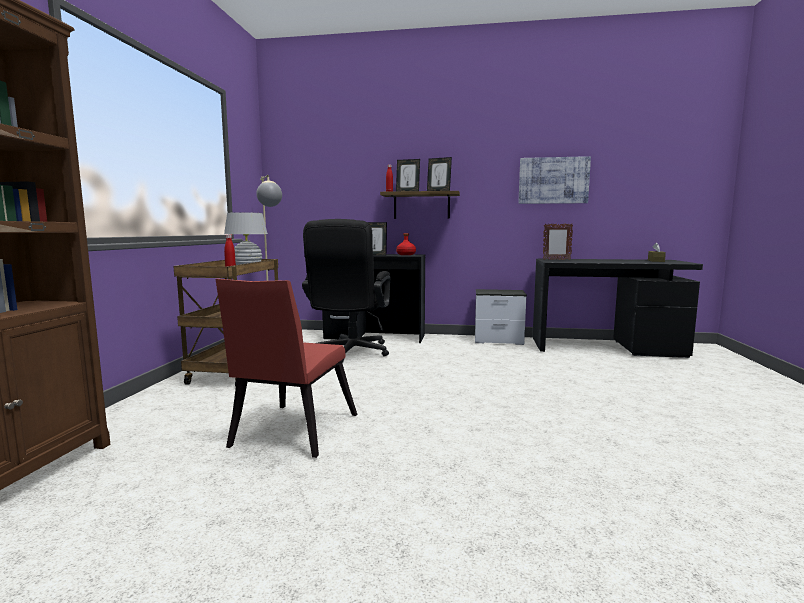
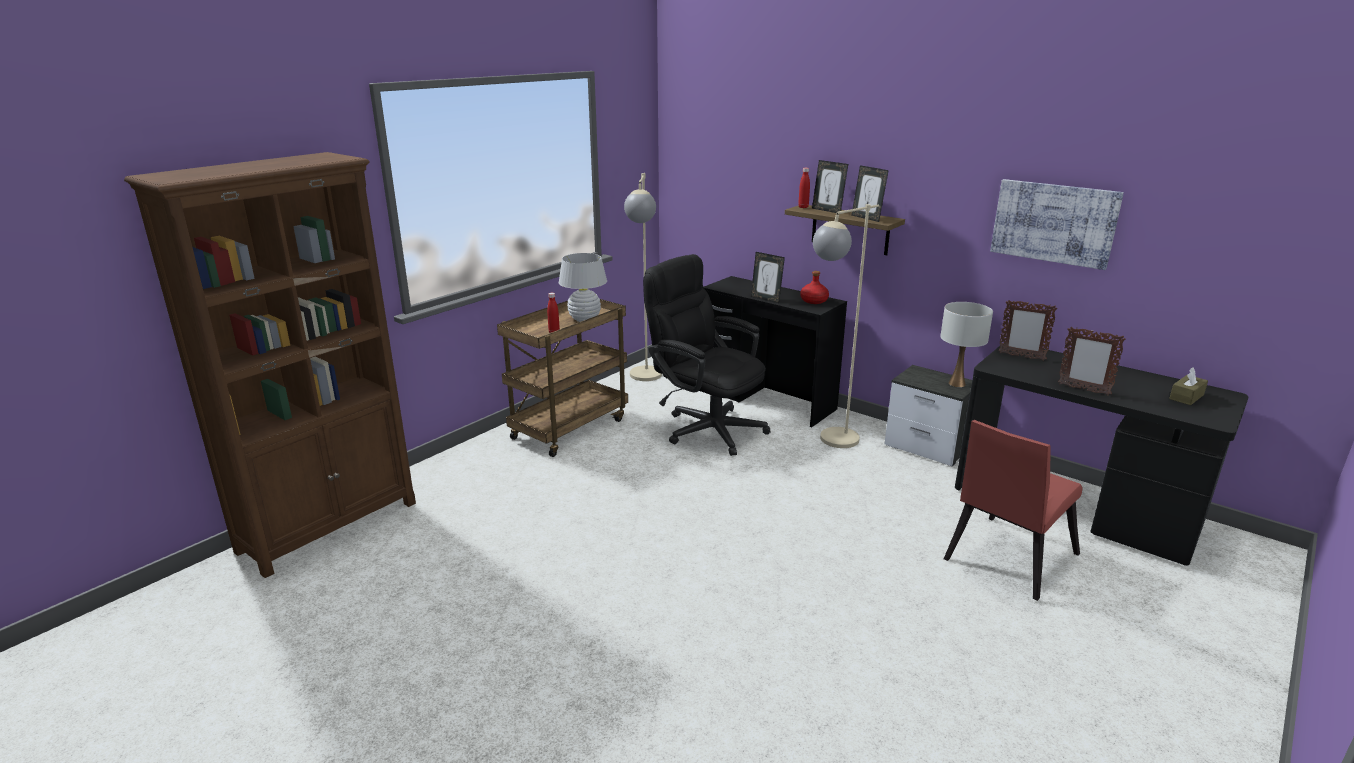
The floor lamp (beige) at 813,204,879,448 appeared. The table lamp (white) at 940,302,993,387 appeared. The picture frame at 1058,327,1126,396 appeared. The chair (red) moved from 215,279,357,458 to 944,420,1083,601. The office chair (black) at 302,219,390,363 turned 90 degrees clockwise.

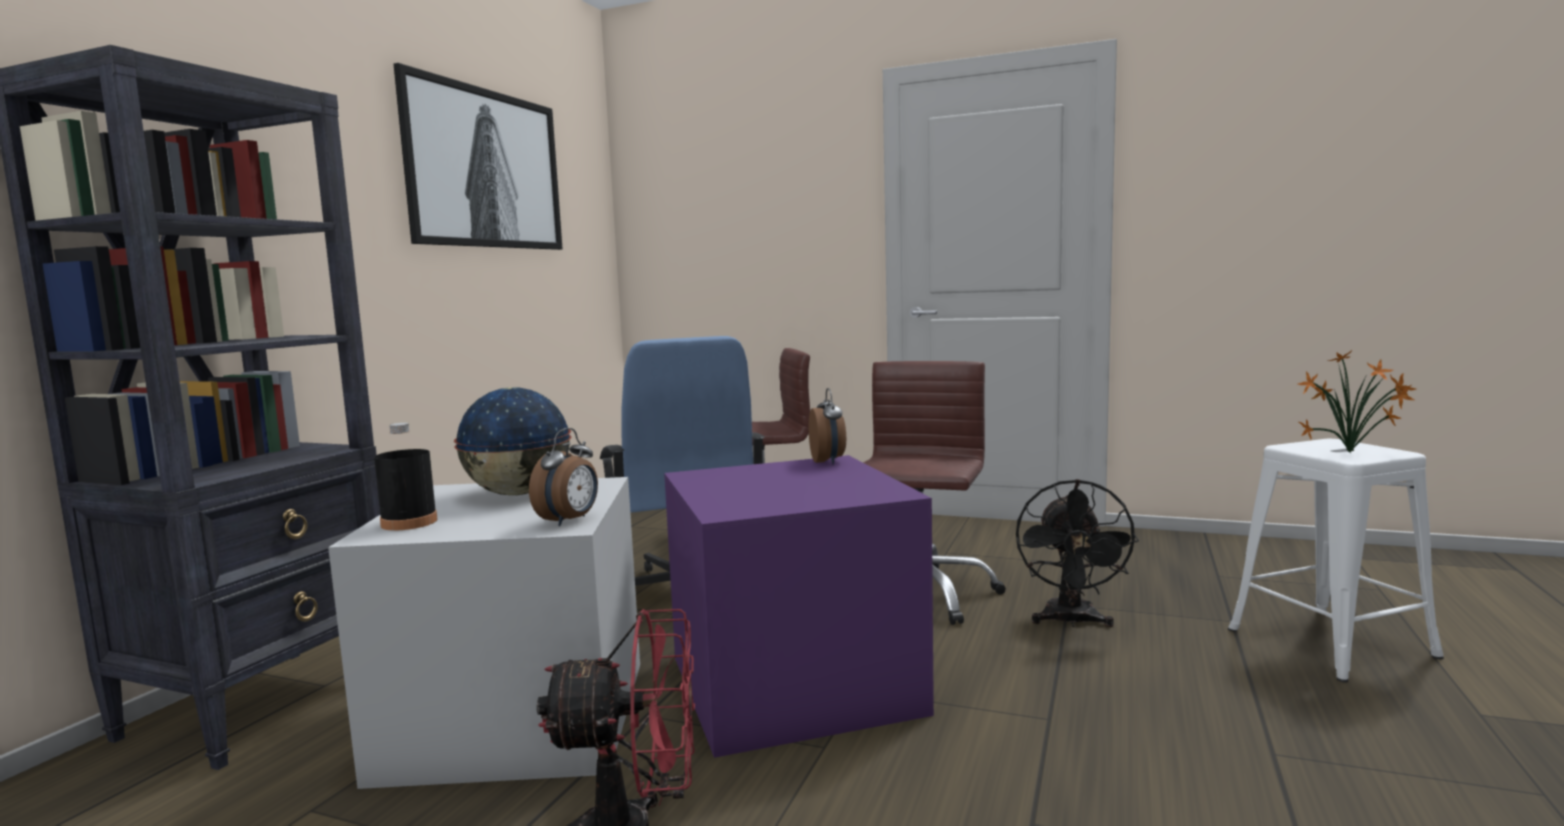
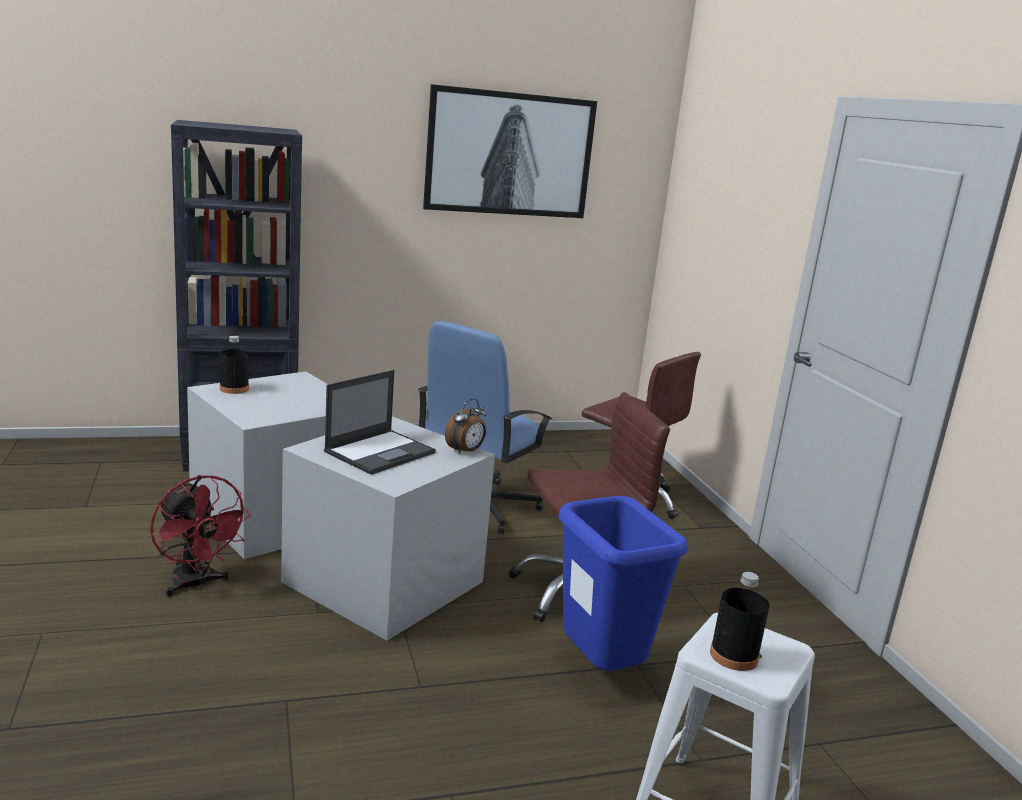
The globe at 454,387,572,495 disappeared. The alarm clock at 529,428,598,526 disappeared. The laptop at 324,370,436,475 appeared. The fan (black) at 1016,479,1139,627 was replaced by the trash can (blue) at 558,496,688,671. The potted plant at 1298,350,1416,453 was replaced by the bottle (black) at 710,572,770,671. The storage box (purple) at 664,455,934,758 became the storage box (grey) at 281,417,495,641.

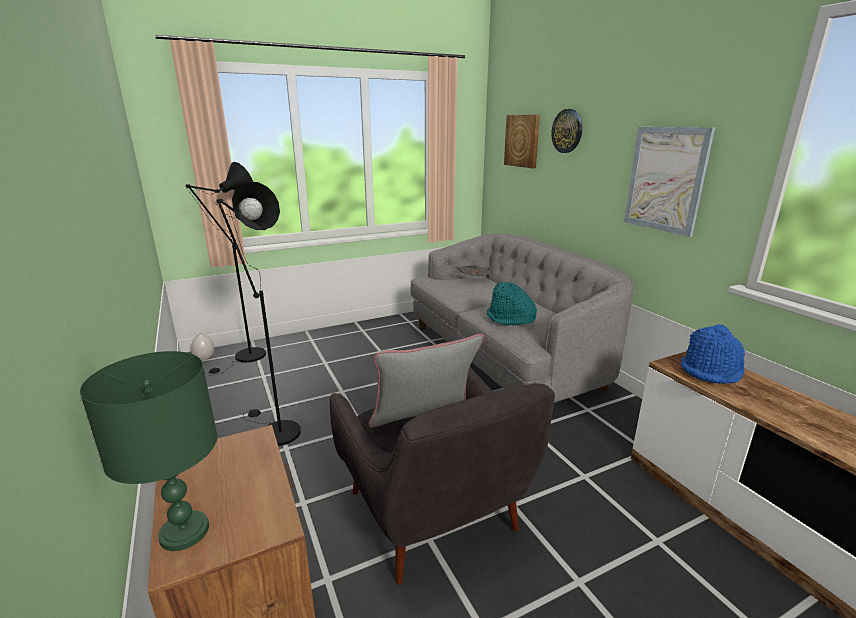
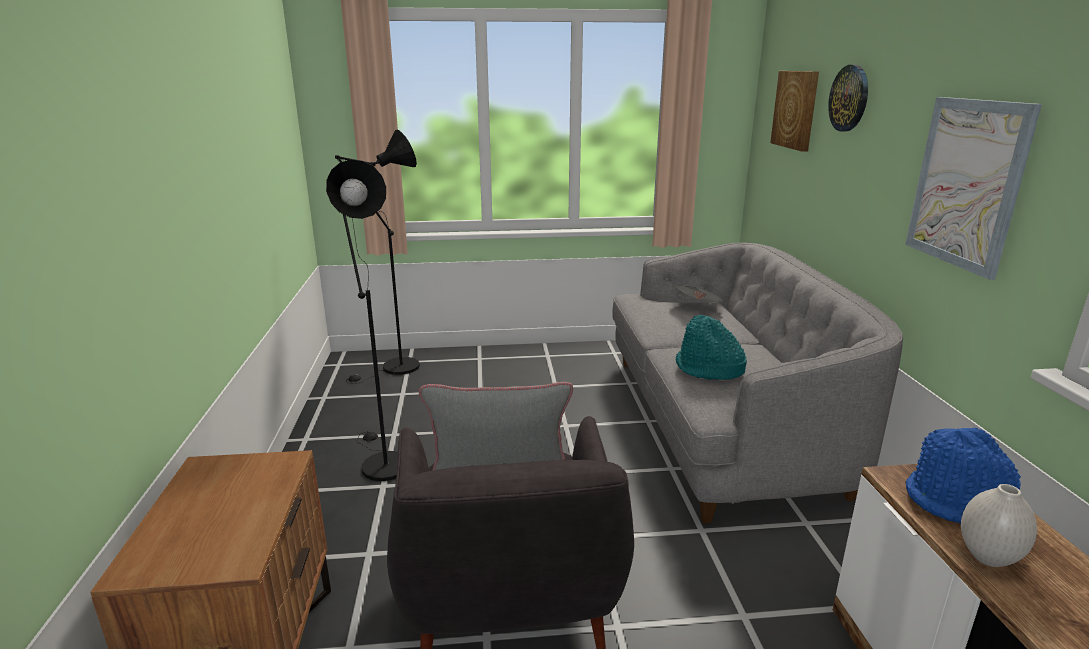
The table lamp (green) at 80,351,218,551 disappeared. The vase (white) moved from 192,332,214,360 to 961,484,1037,567.

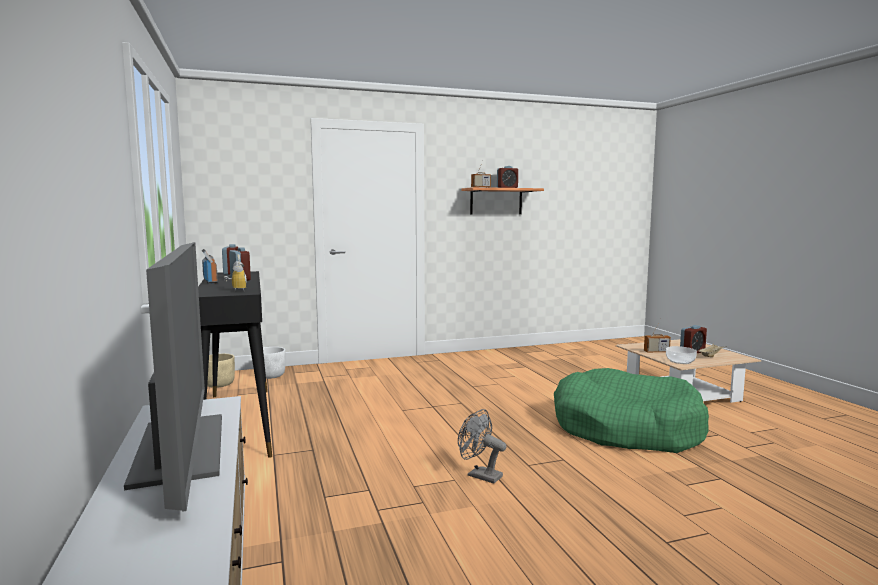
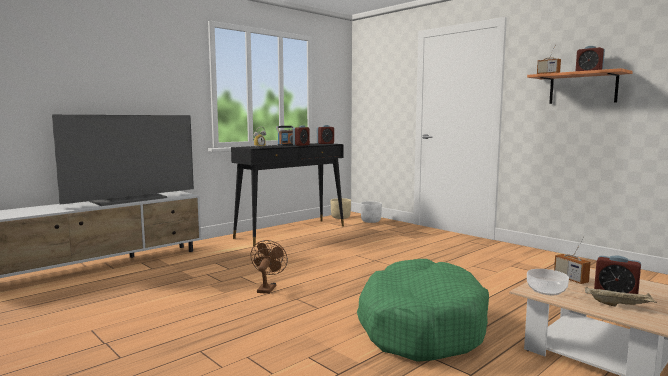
The fan (grey) at 458,409,507,484 became the fan (brown) at 250,240,288,294.

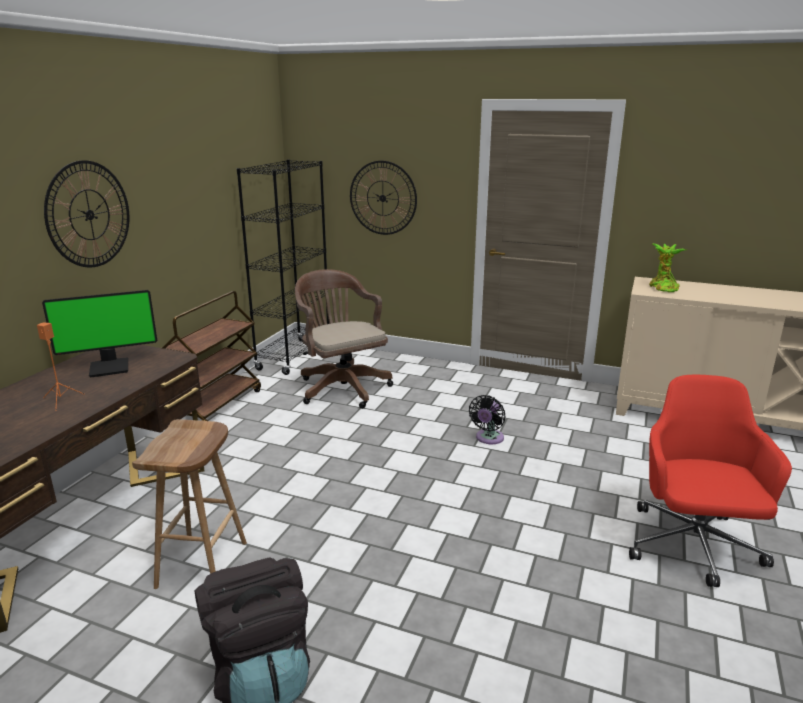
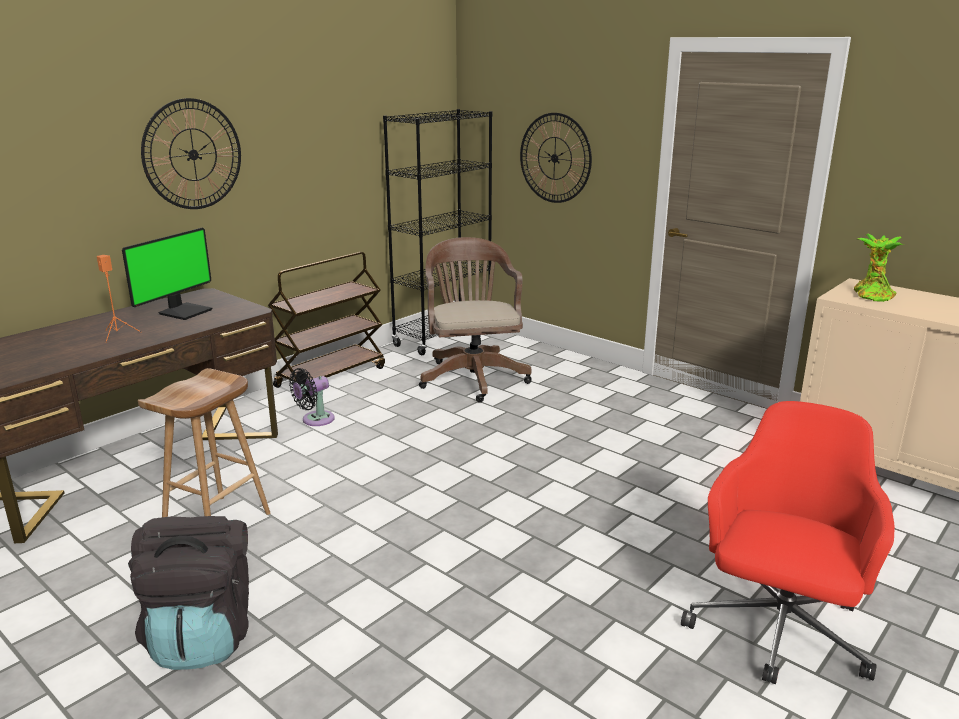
The fan (black) moved from 469,395,506,444 to 289,368,335,426. The monitor at 42,290,157,378 turned 60 degrees counterclockwise.

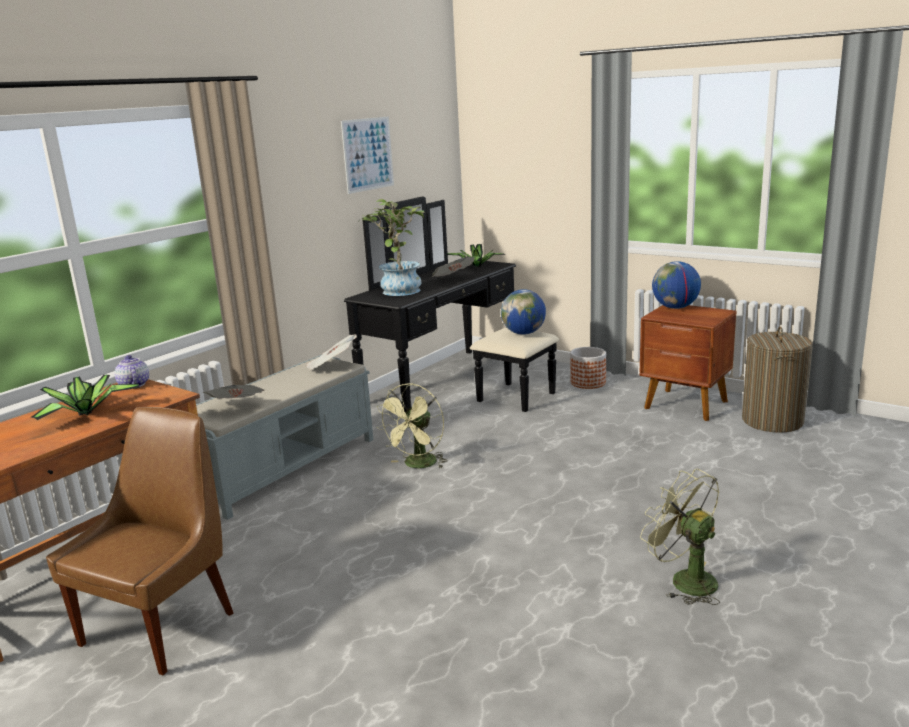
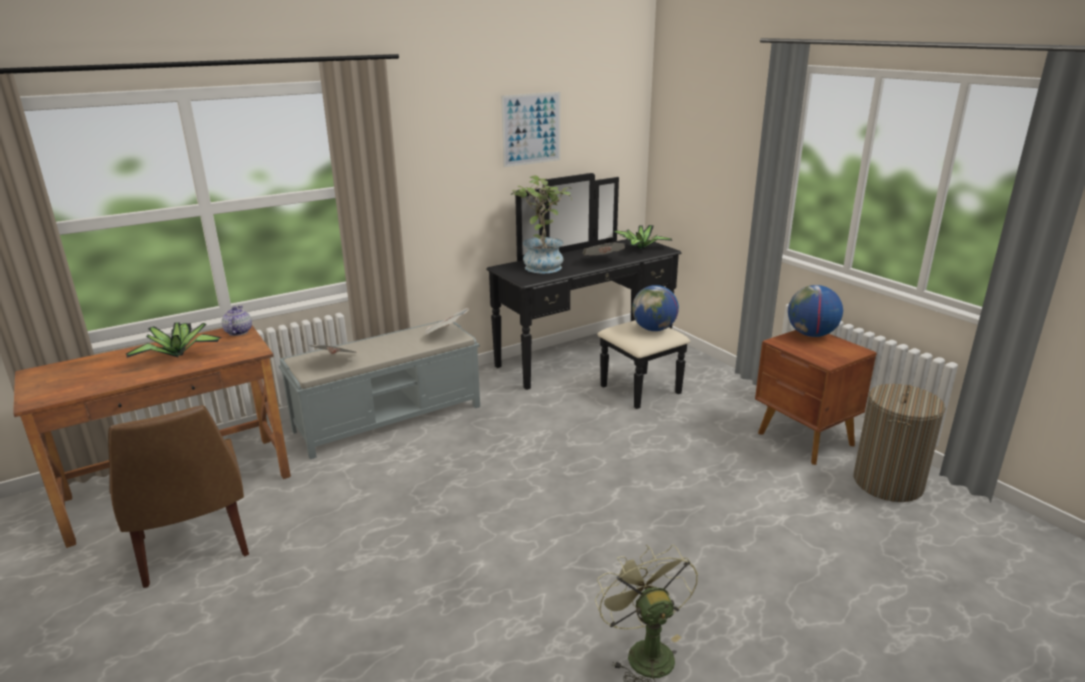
The fan (green) at 376,383,448,468 disappeared. The planter at 570,347,606,389 disappeared. The chair (brown) at 46,407,233,675 turned 105 degrees clockwise.

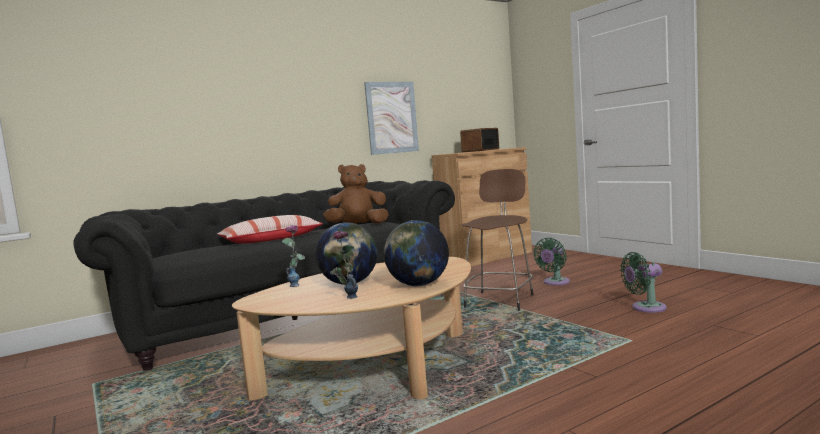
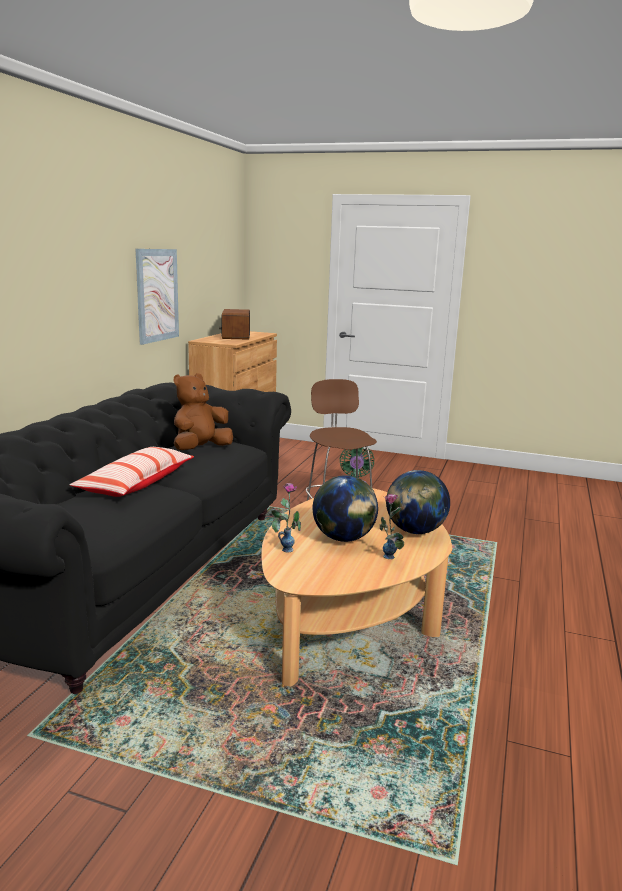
The fan (green) at 620,252,667,313 disappeared.

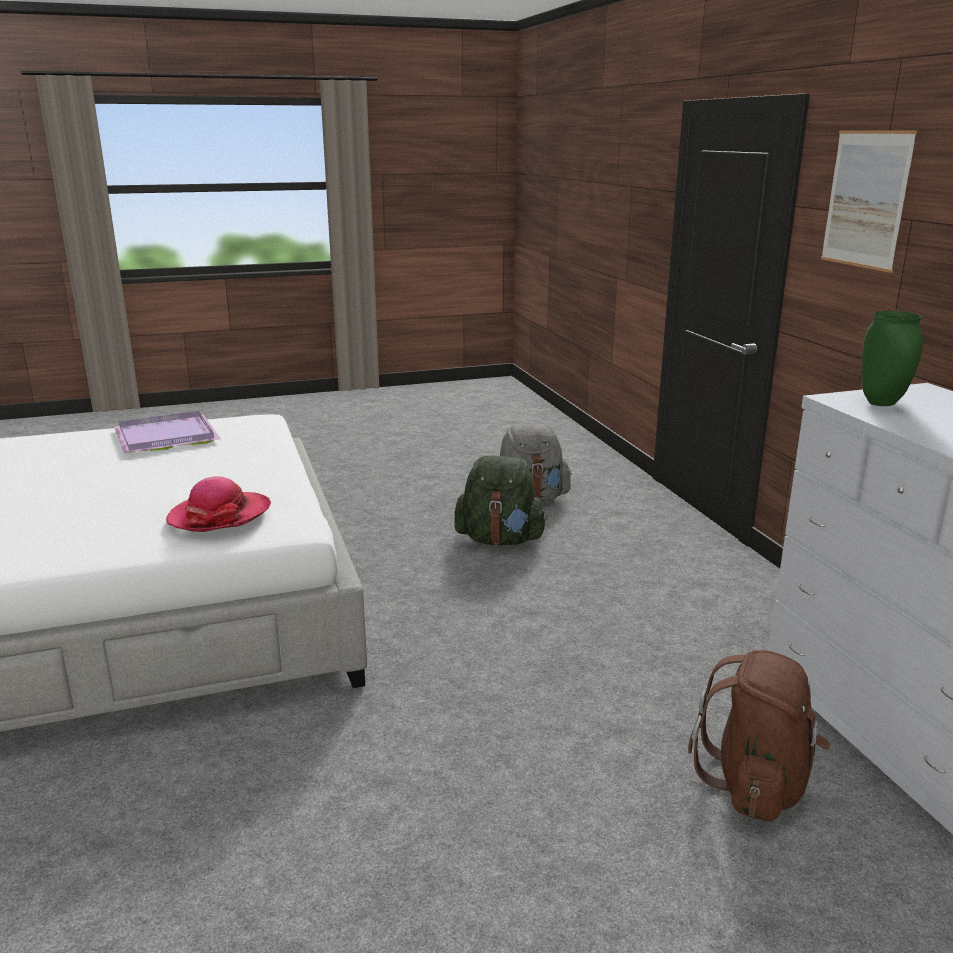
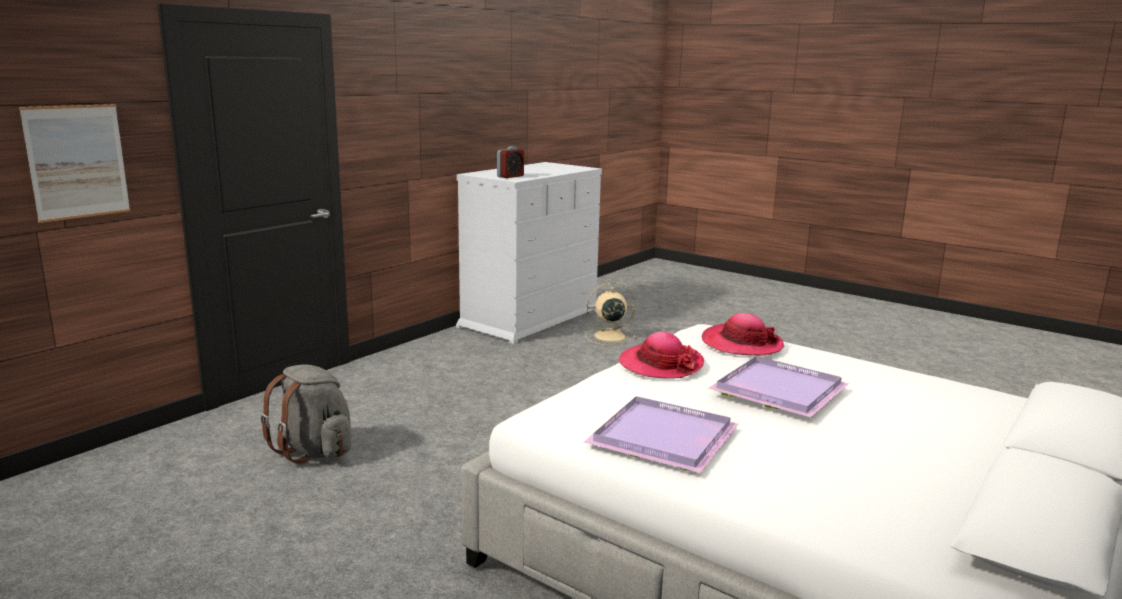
The backpack (green) at 454,456,548,545 disappeared. The hat at 619,331,704,378 appeared. The tray (purple) at 708,356,849,417 appeared. The picture moved from 821,131,917,273 to 19,104,130,223. The backpack (brown) at 688,650,831,821 was replaced by the fan (beige) at 585,283,637,345. The vase (green) at 862,311,923,406 was replaced by the alarm clock at 497,146,524,178.

